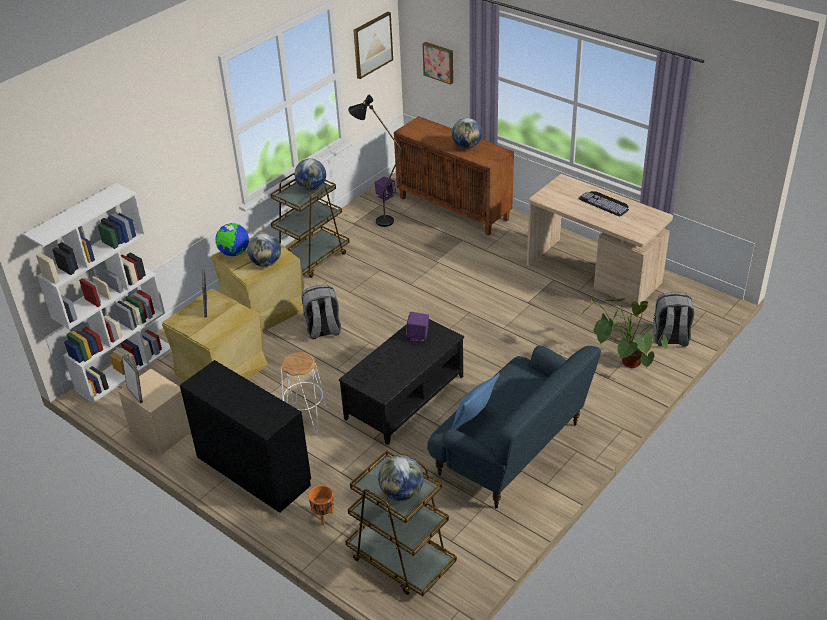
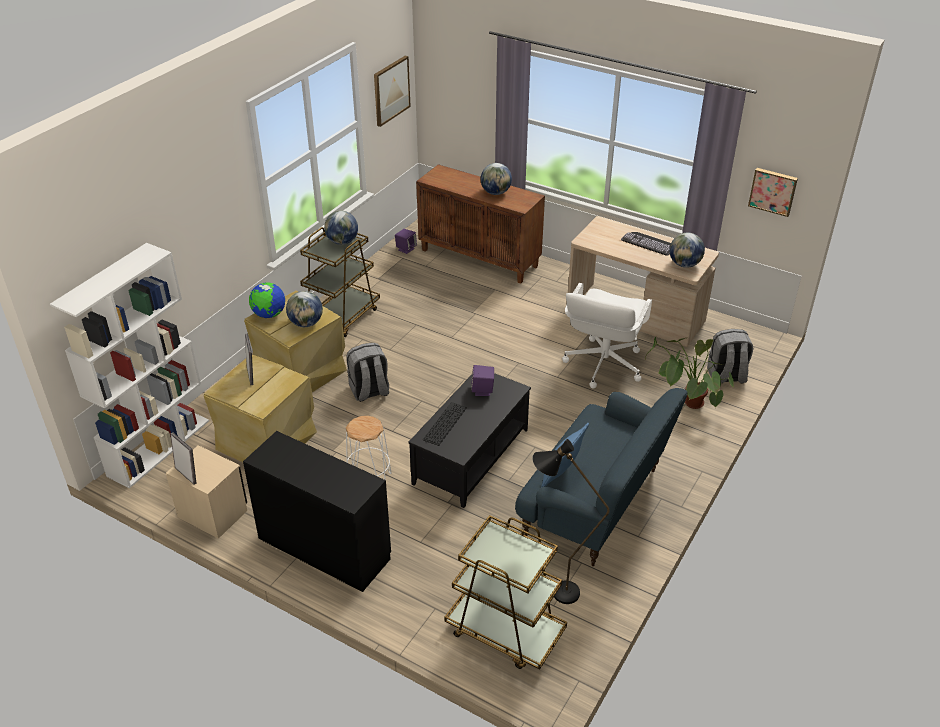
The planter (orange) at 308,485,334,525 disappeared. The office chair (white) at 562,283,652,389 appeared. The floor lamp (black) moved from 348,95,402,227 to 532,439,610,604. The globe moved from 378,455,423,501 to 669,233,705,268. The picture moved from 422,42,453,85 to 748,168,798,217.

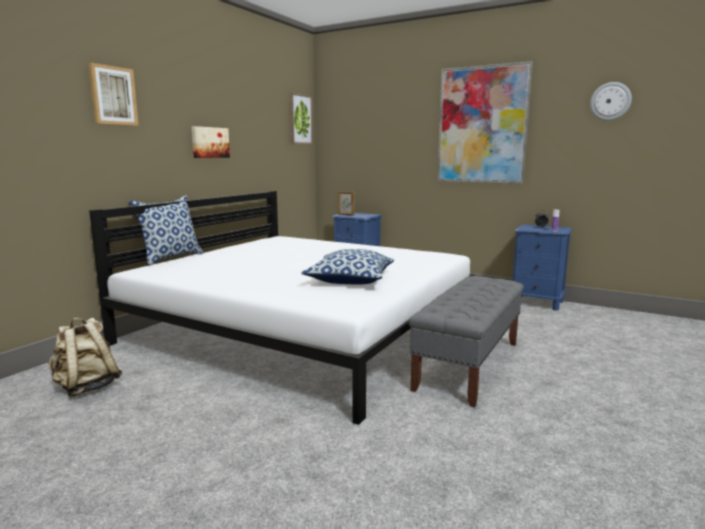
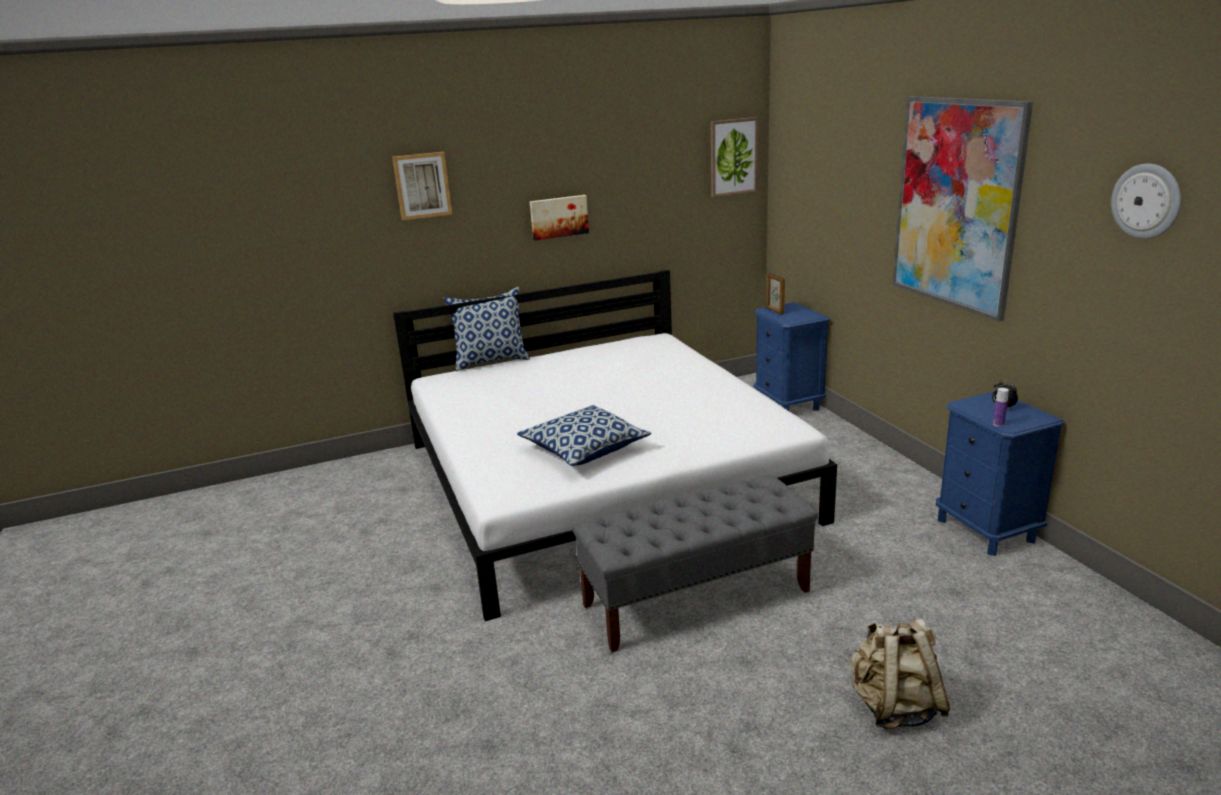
The backpack (beige) moved from 49,317,122,397 to 850,619,951,729.

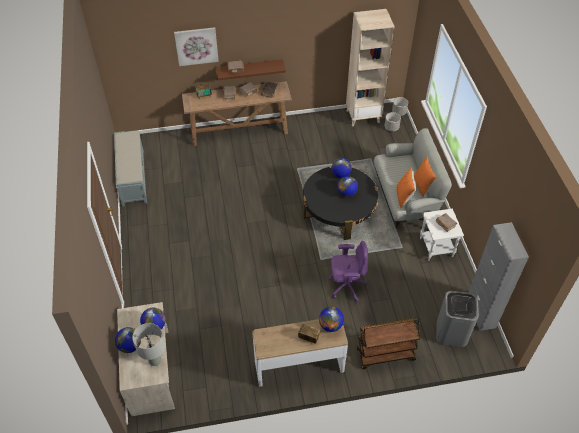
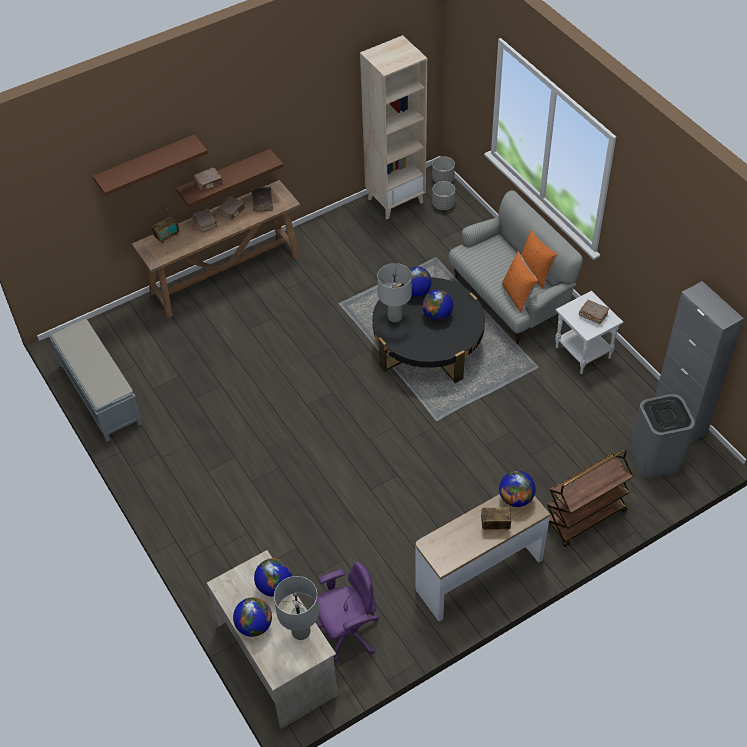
The table lamp (grey) at 377,263,412,323 appeared. The office chair (purple) moved from 328,241,368,302 to 313,562,379,662. The picture at 174,27,219,66 was replaced by the shelf (brown) at 93,135,208,196.

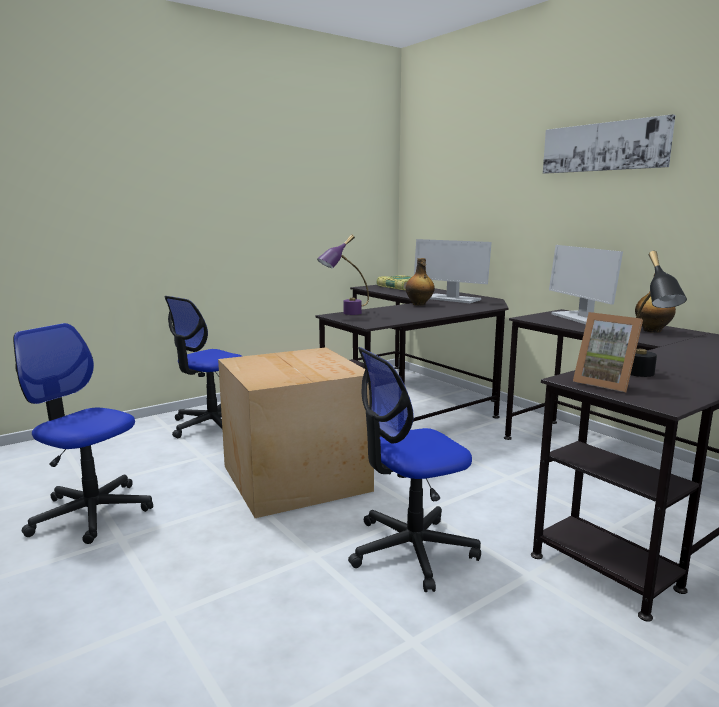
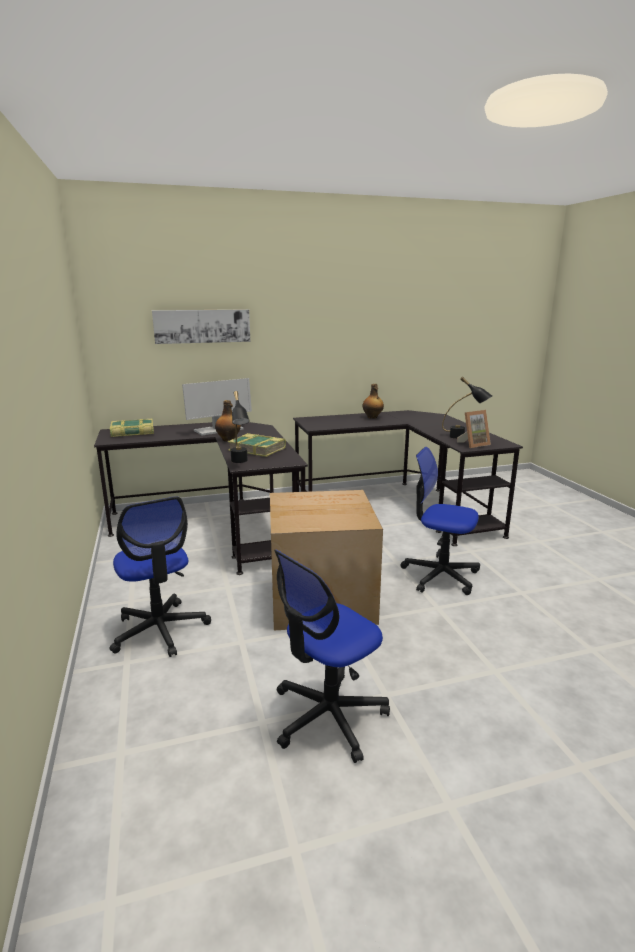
The monitor at 549,245,623,324 disappeared. The book at 228,433,286,457 appeared. The picture moved from 543,114,675,174 to 152,309,250,344. The table lamp (purple) at 317,234,369,315 became the table lamp (black) at 231,391,250,463. The office chair at 348,347,481,592 turned 120 degrees clockwise.

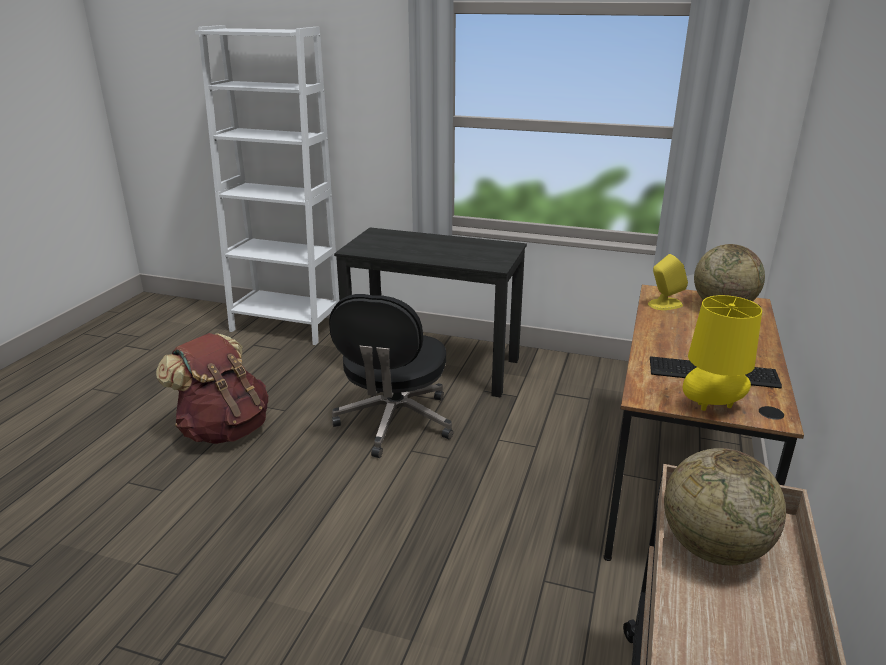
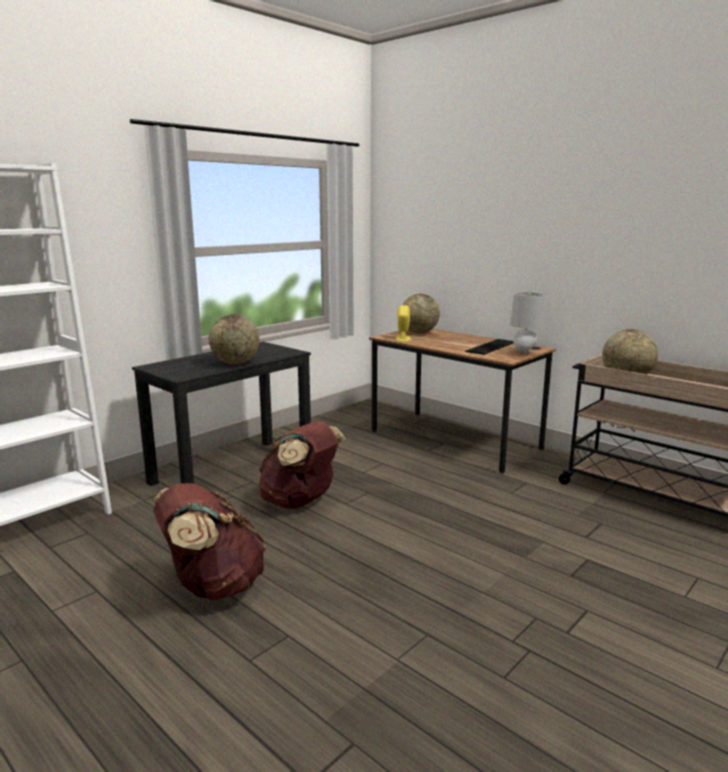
The globe at 209,314,259,364 appeared. The office chair (black) at 329,294,453,458 was replaced by the backpack (brown) at 259,422,346,509. The table lamp (yellow) at 683,295,762,411 became the table lamp (grey) at 510,292,544,355.

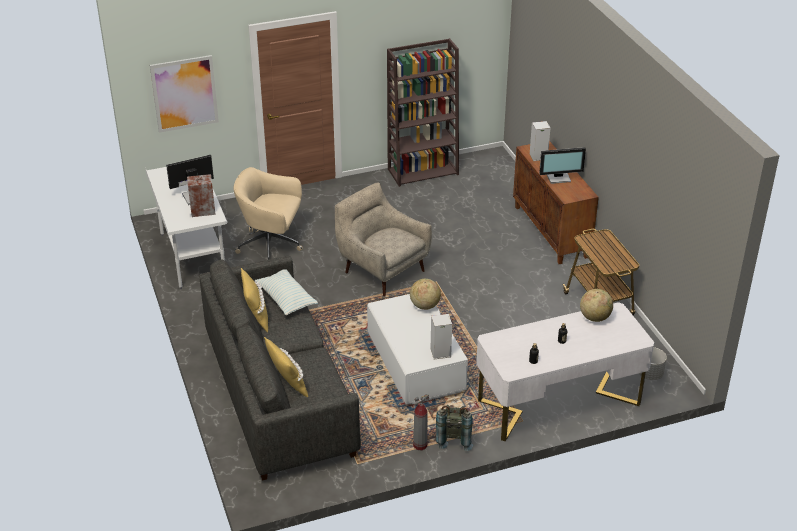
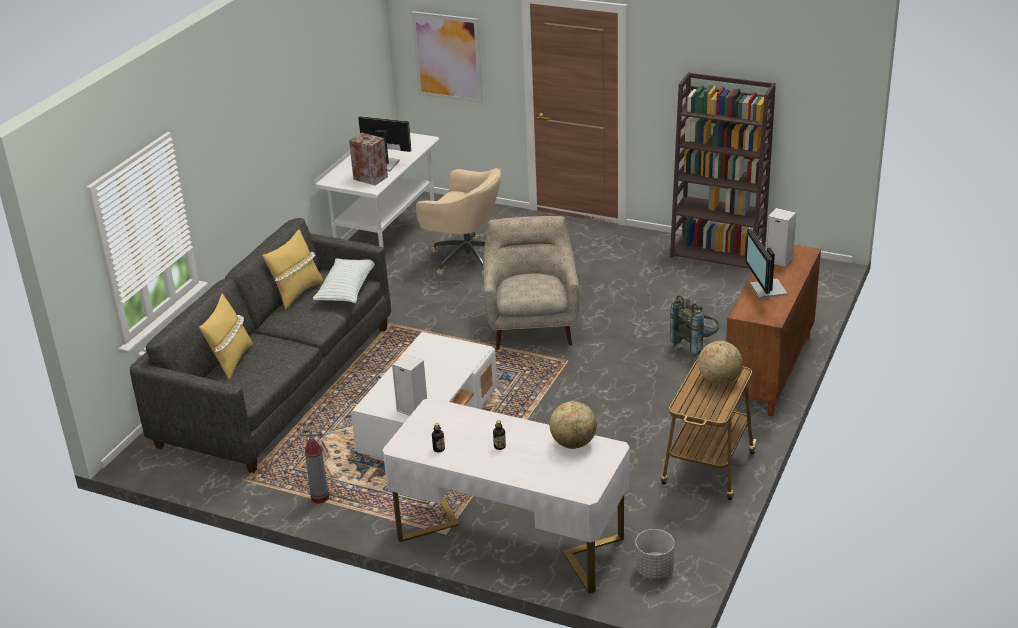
The globe moved from 410,279,441,310 to 698,341,742,385. The backpack (grey) moved from 436,405,473,451 to 670,295,720,360. The office chair (beige) at 233,167,303,260 turned 150 degrees clockwise. The monitor at 539,147,586,184 turned 45 degrees clockwise.

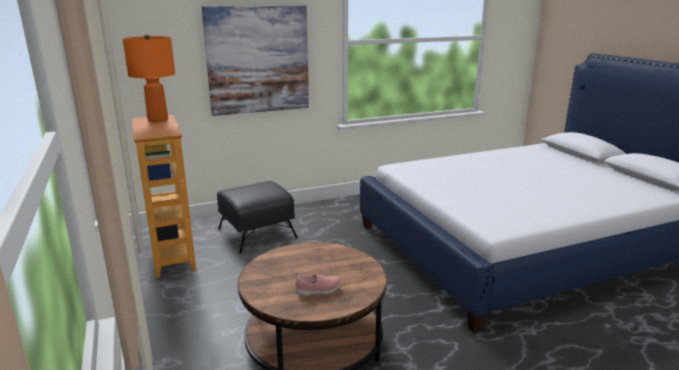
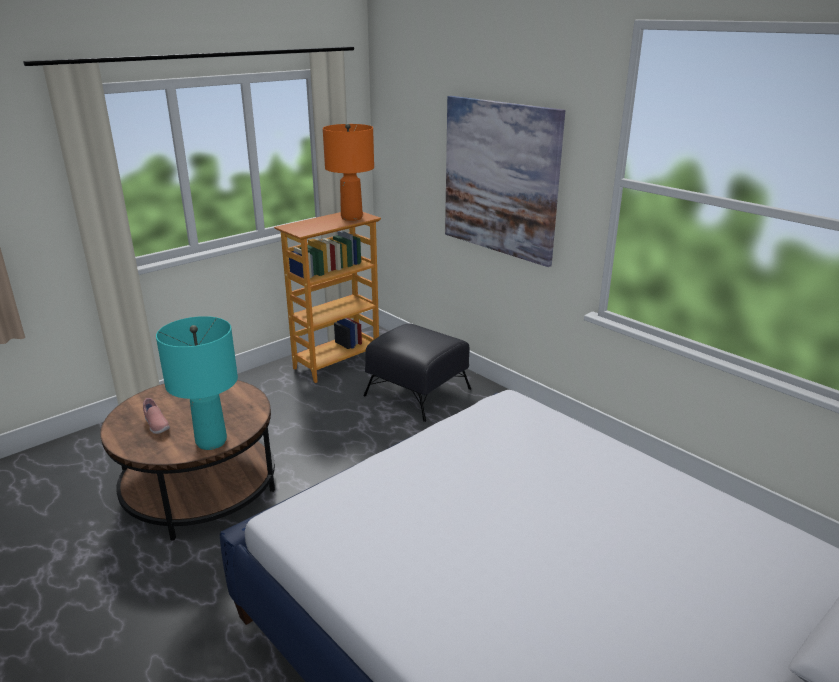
The table lamp (turquoise) at 156,316,238,450 appeared.

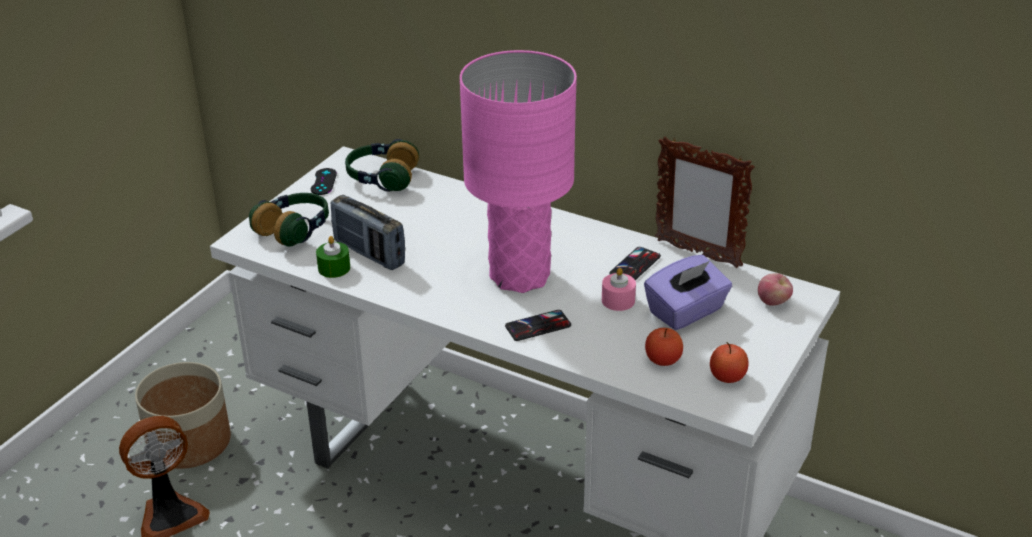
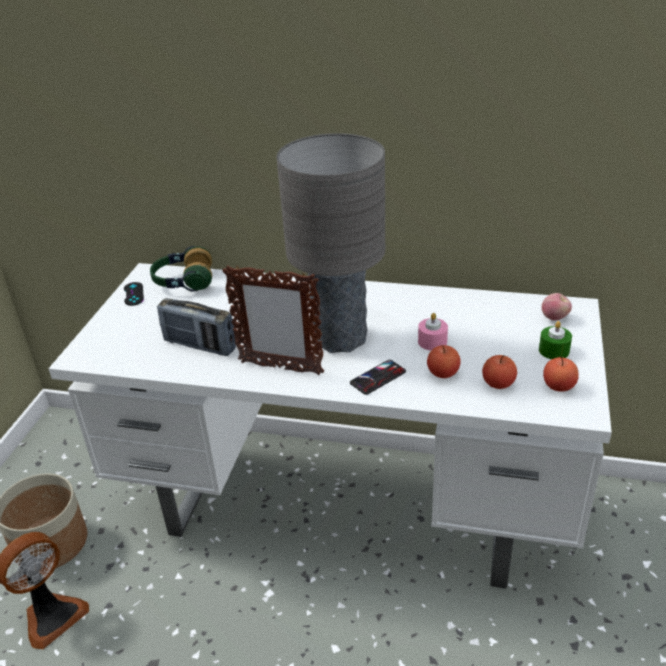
The headphones at 249,193,329,247 disappeared. The phone at 609,247,661,280 disappeared. The tissue box (purple) at 644,255,732,330 disappeared. The apple at 427,345,461,378 appeared. The candle (green) moved from 316,236,350,278 to 539,321,572,360. The picture frame moved from 655,136,755,268 to 222,265,324,375. The table lamp (pink) at 460,50,577,293 became the table lamp (grey) at 277,133,385,353.

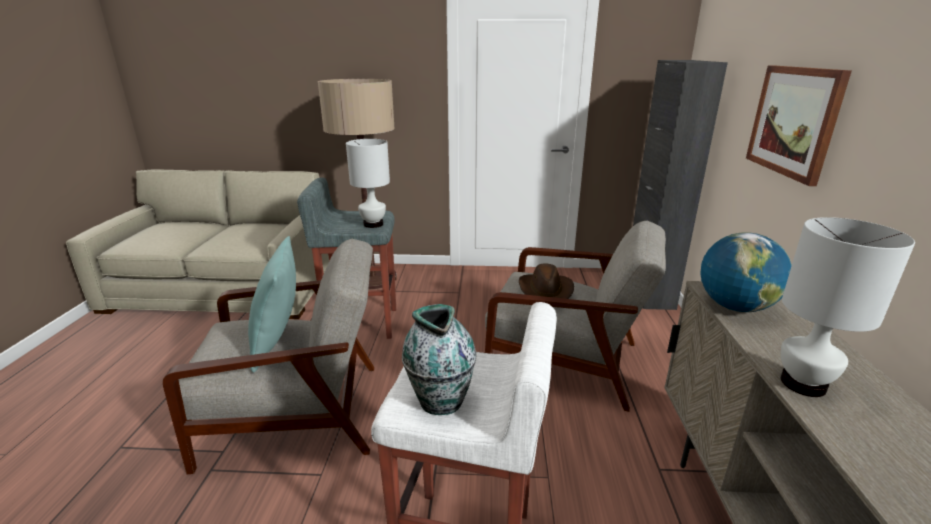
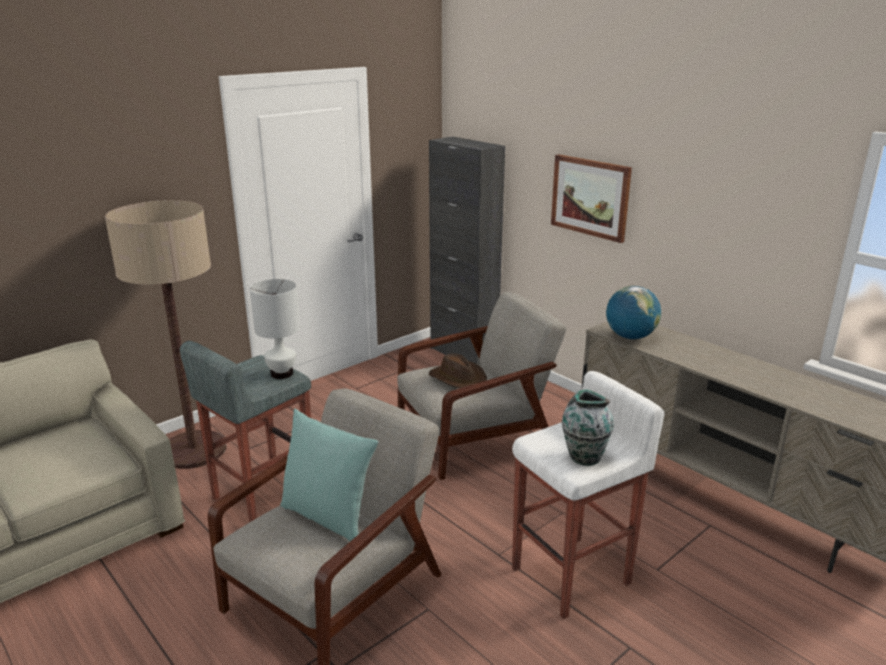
The table lamp (white) at 781,217,915,397 disappeared.

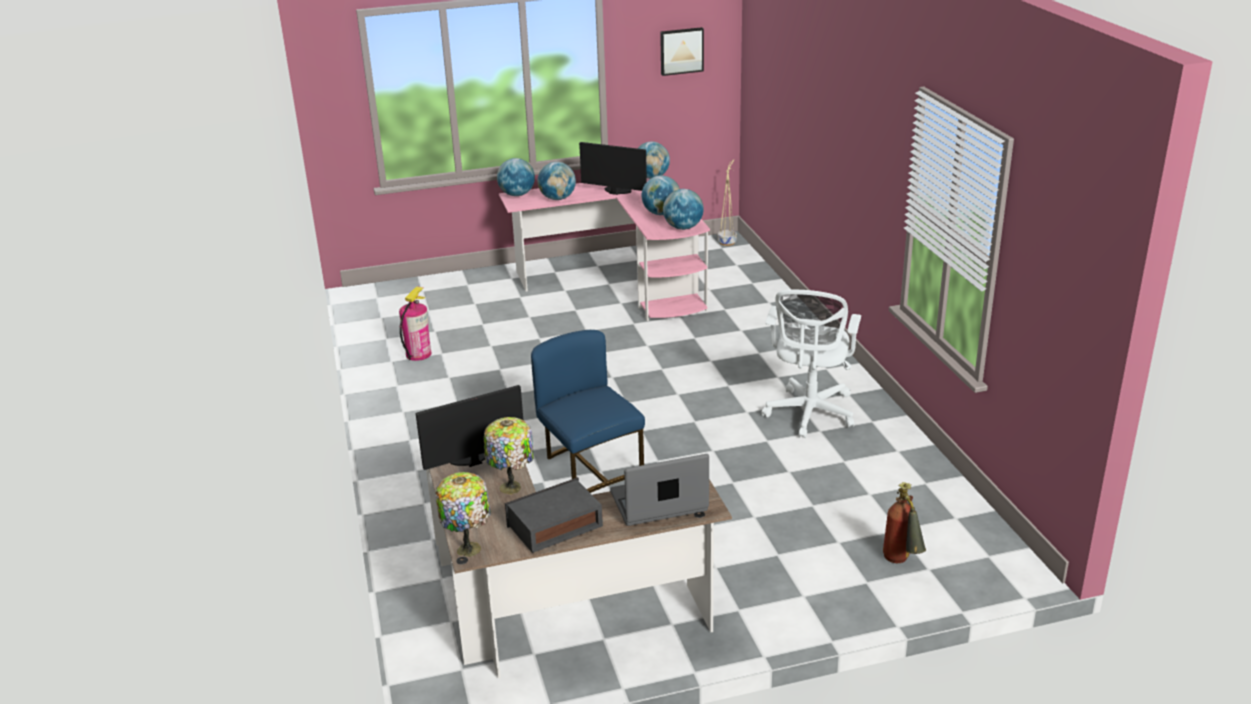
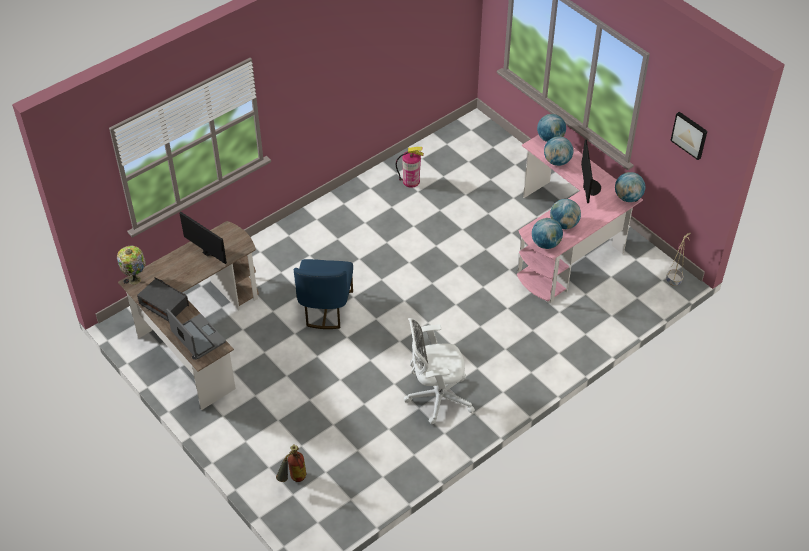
The table lamp at 484,417,534,494 disappeared. The chair (blue) at 531,330,645,493 turned 150 degrees clockwise.

